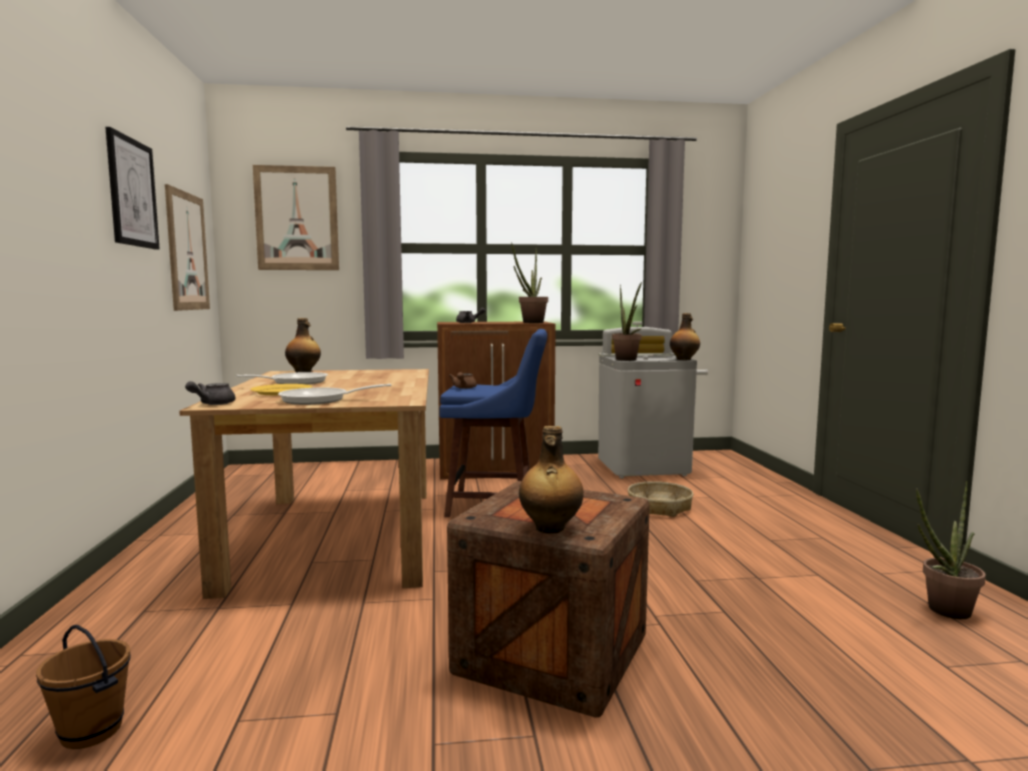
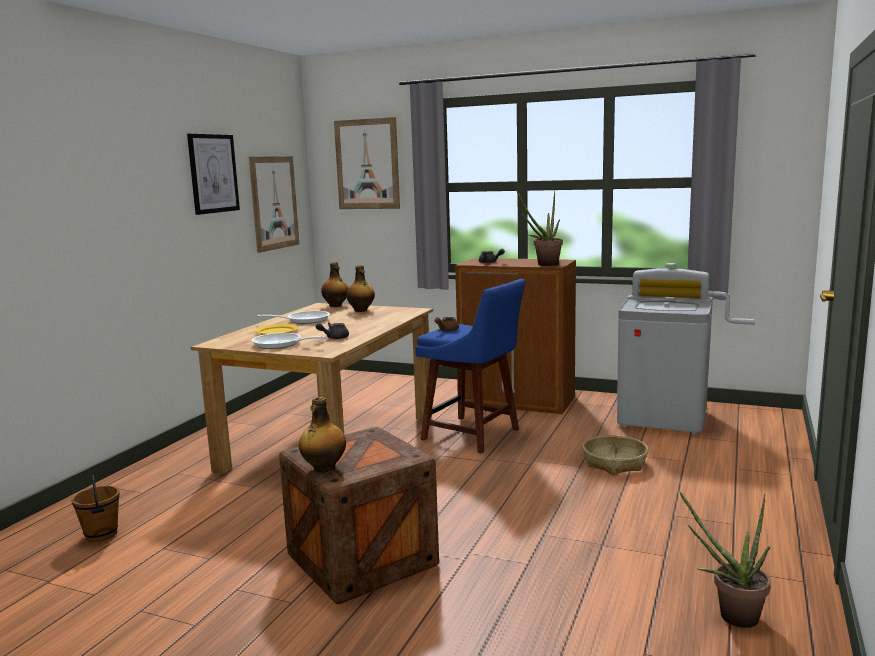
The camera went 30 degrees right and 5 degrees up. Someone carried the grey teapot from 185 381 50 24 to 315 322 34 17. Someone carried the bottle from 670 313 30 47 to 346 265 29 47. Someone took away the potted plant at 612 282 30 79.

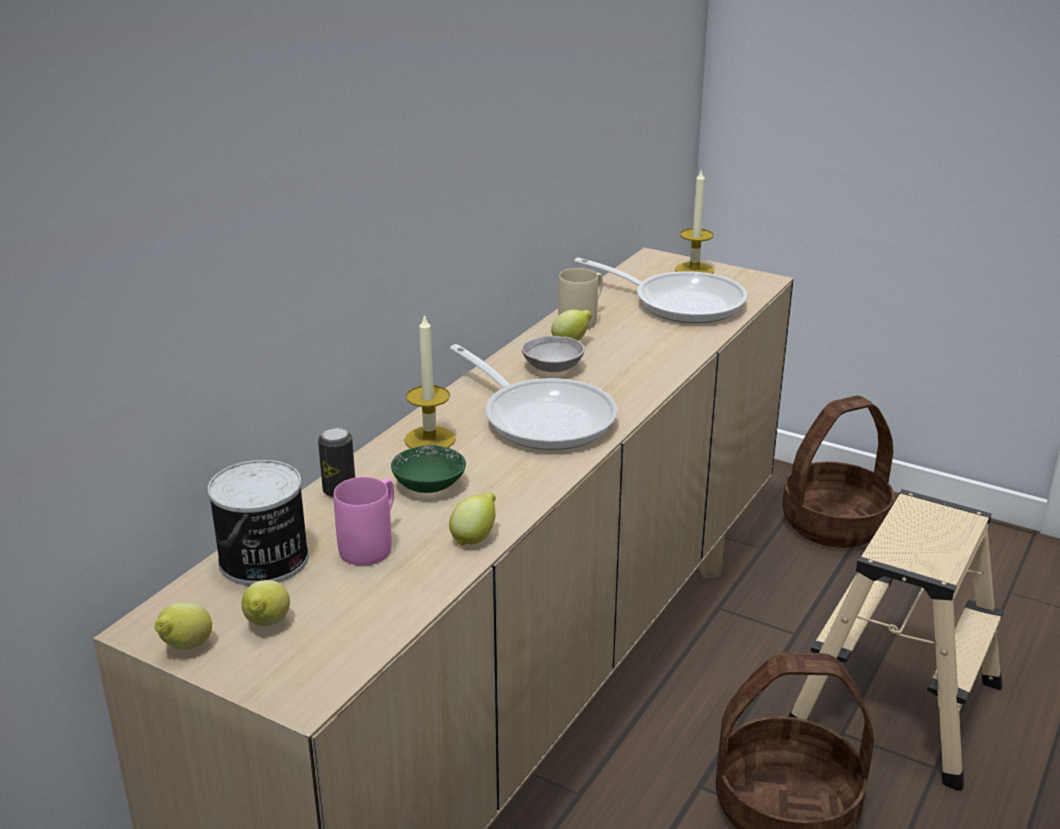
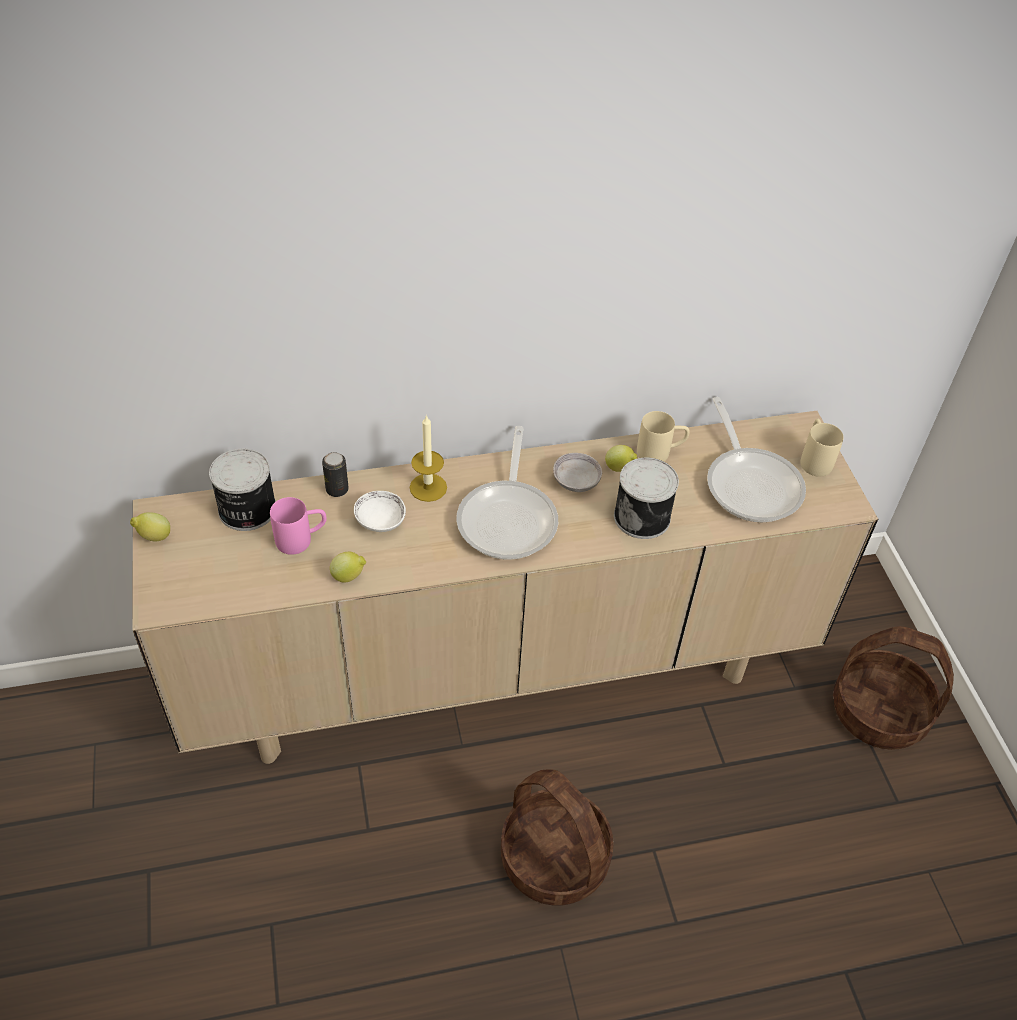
The camera went 45 degrees right and 20 degrees up. Someone repainted the green bowl at 391 445 75 48, which became the white bowl at 354 491 52 41. Someone put down the can at 614 458 65 81. Someone swapped the candle at 675 170 39 104 for the beige mug at 800 419 44 58. Someone took away the lemon at 241 580 49 46. Someone took away the beige step ladder at 788 489 216 302.

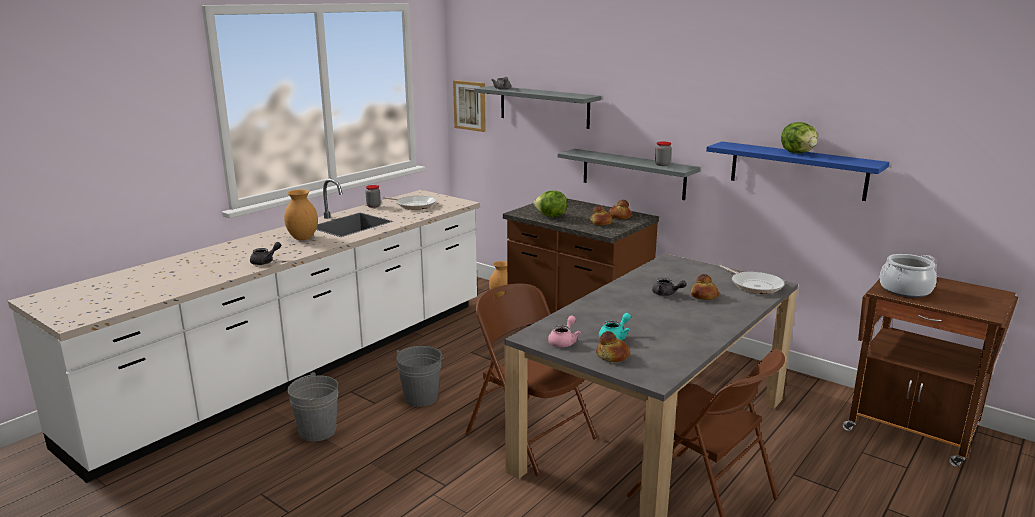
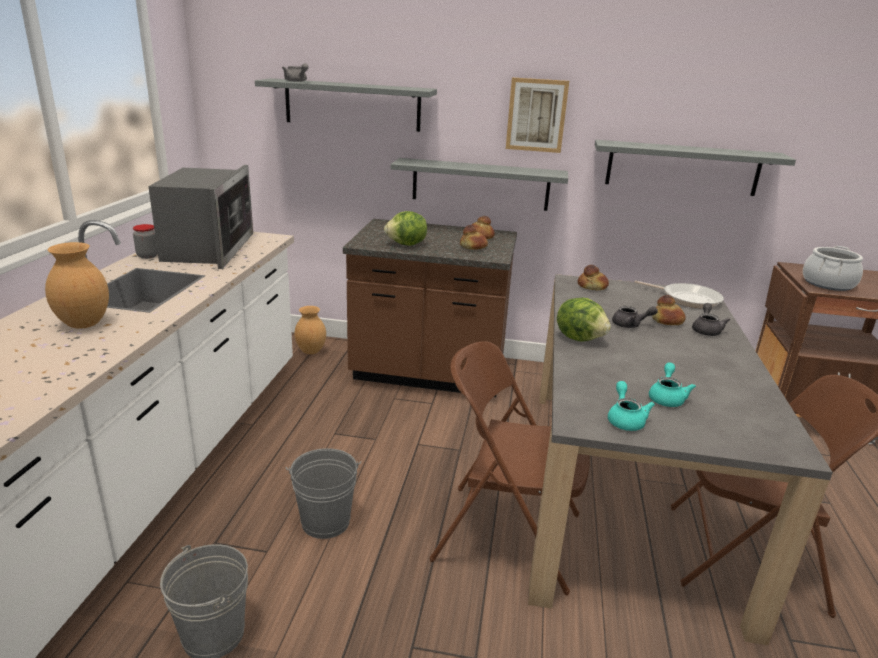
The camera went 30 degrees left and 5 degrees up. Someone swapped the frying pan at 382 196 54 14 for the microwave at 148 165 105 104. Someone carried the picture from 453 80 33 52 to 506 77 63 76. Someone carried the lettuce from 781 122 37 31 to 557 298 54 44. Someone carried the bread from 596 331 34 31 to 578 265 31 25. Someone repainted the blue shelf at 706 141 183 60, which became the grey shelf at 595 140 201 56. Someone repainted the pink teapot at 548 316 33 31, which became the turquoise teapot at 608 381 47 50. Someone carried the grey teapot from 250 242 31 23 to 692 303 38 33. Someone took away the jar at 655 141 17 25.

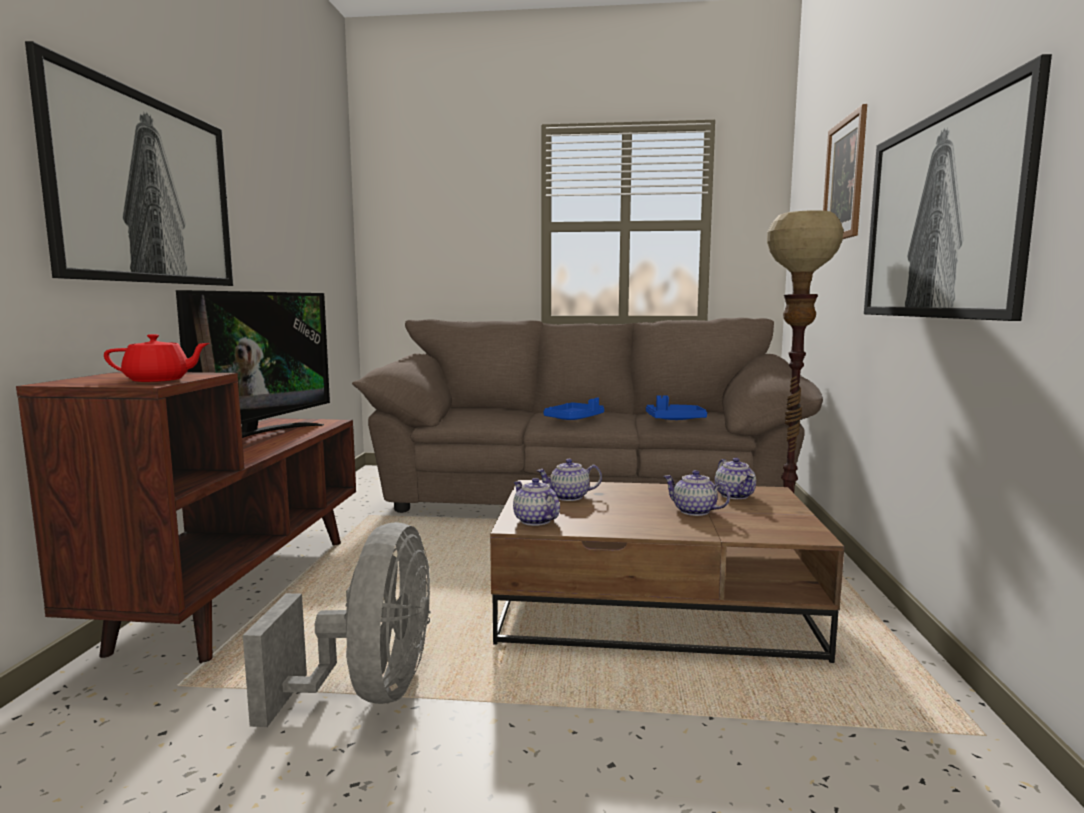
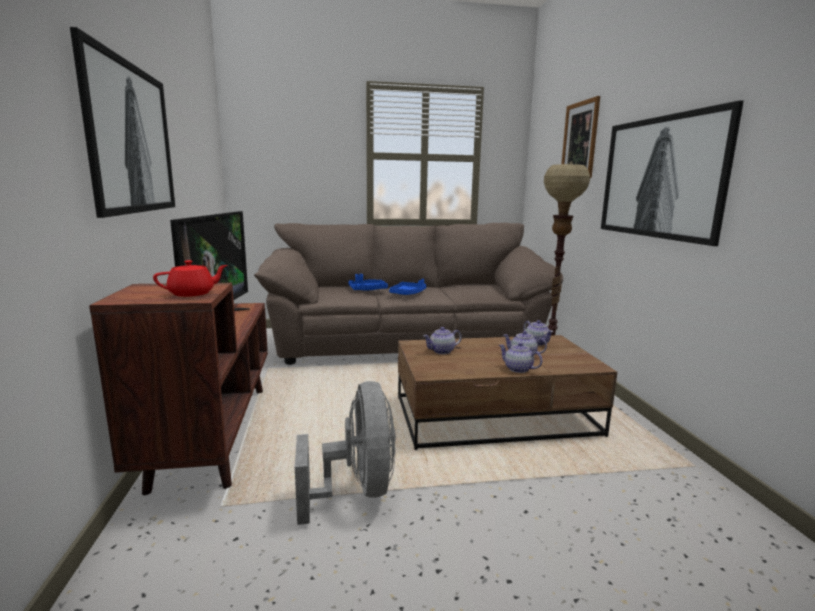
The camera went 15 degrees left and 5 degrees up. Someone carried the blue tray from 646 395 61 25 to 348 274 40 16. Someone carried the teapot from 513 478 47 48 to 499 343 44 30.

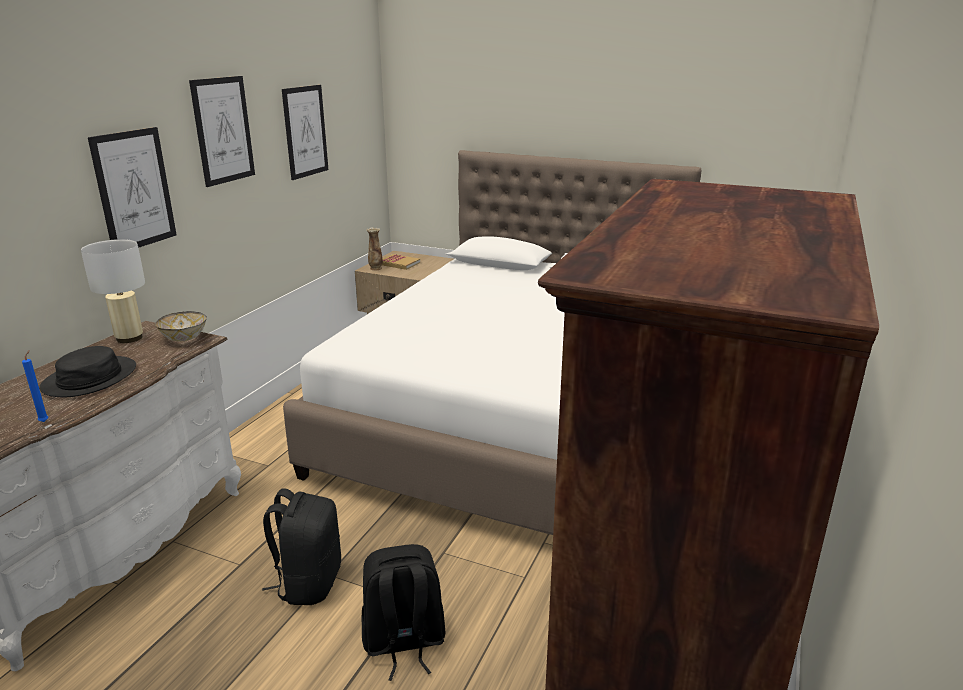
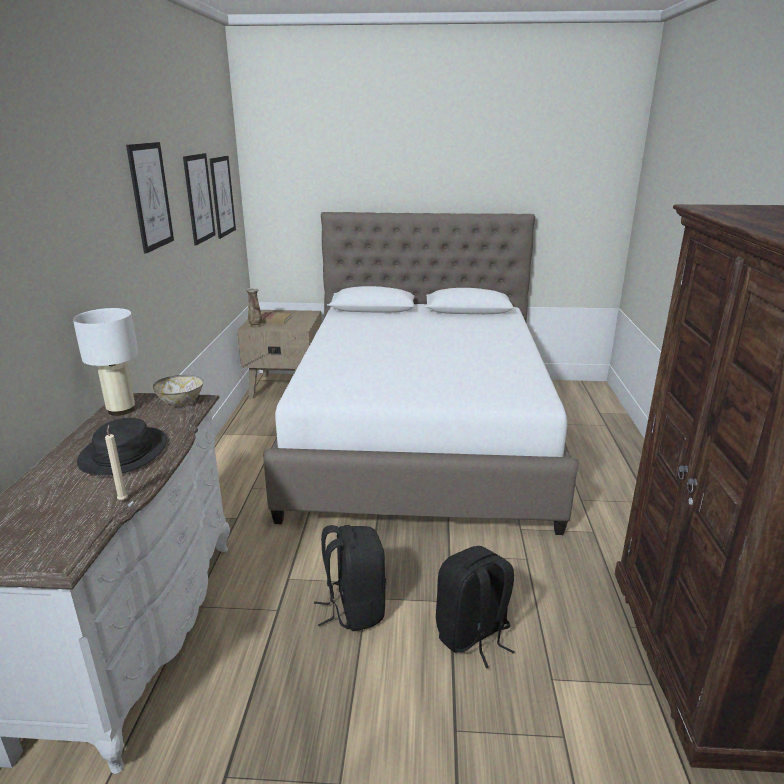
The camera went 20 degrees left and 0 degrees up. Someone repainted the blue candle at 22 350 27 72, which became the beige candle at 105 425 23 76. Someone carried the picture from 88 127 88 121 to 210 156 26 83.

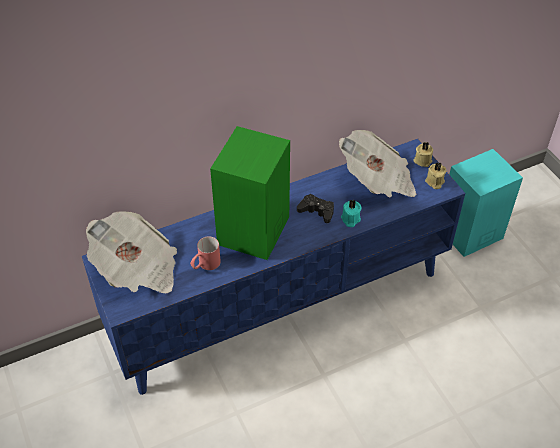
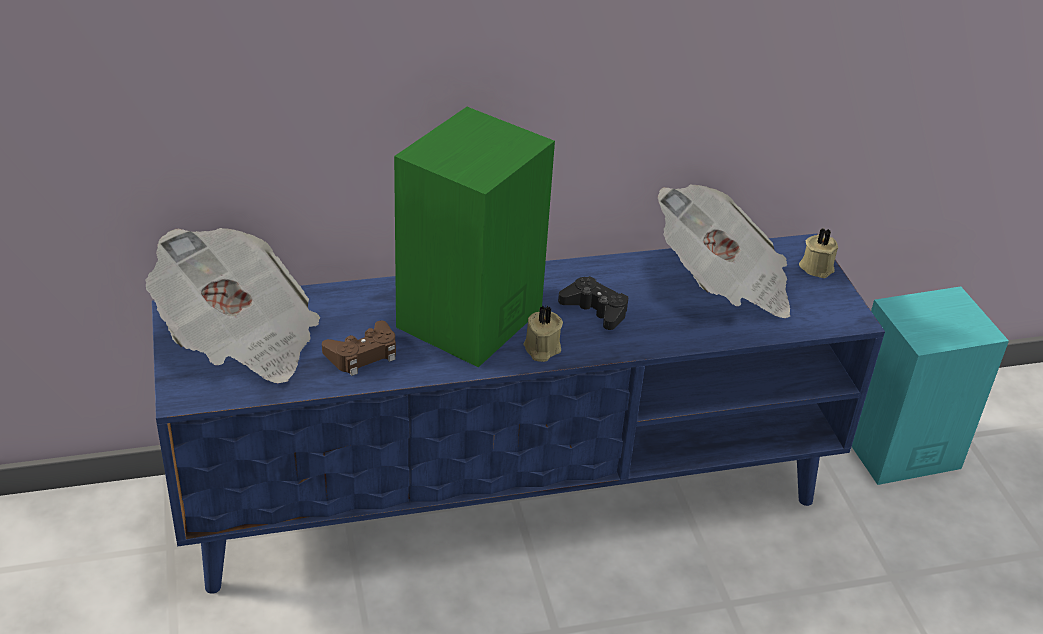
The camera went 10 degrees right and 10 degrees down. Someone swapped the red mug at 190 236 31 34 for the brown game controller at 322 321 74 55. Someone carried the beige candle from 425 162 21 27 to 523 305 40 57. Someone took away the turquoise candle at 341 200 21 27.

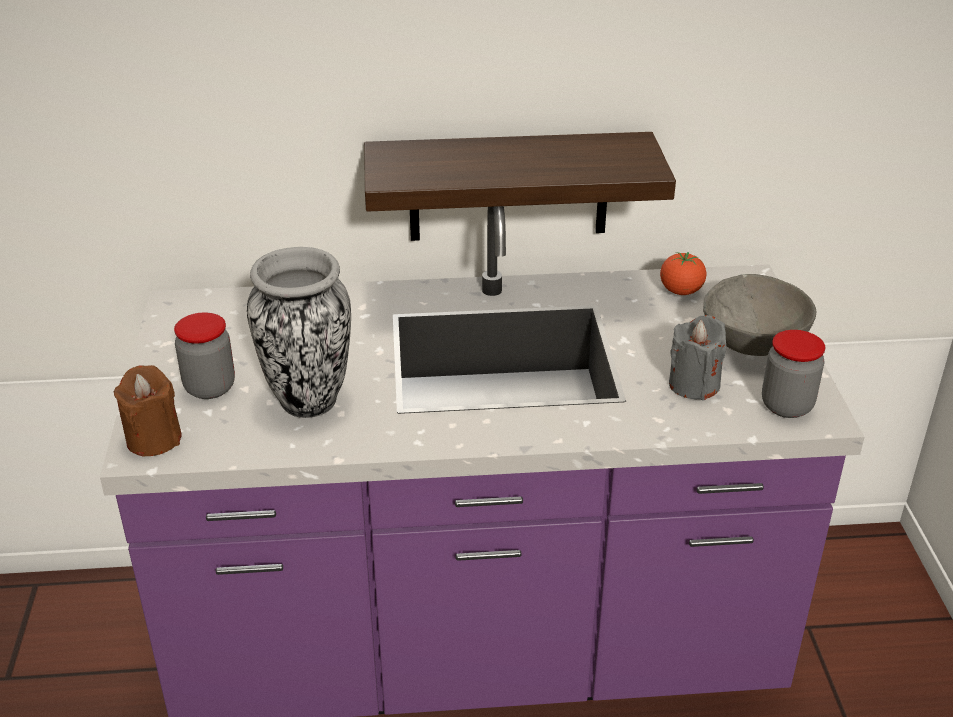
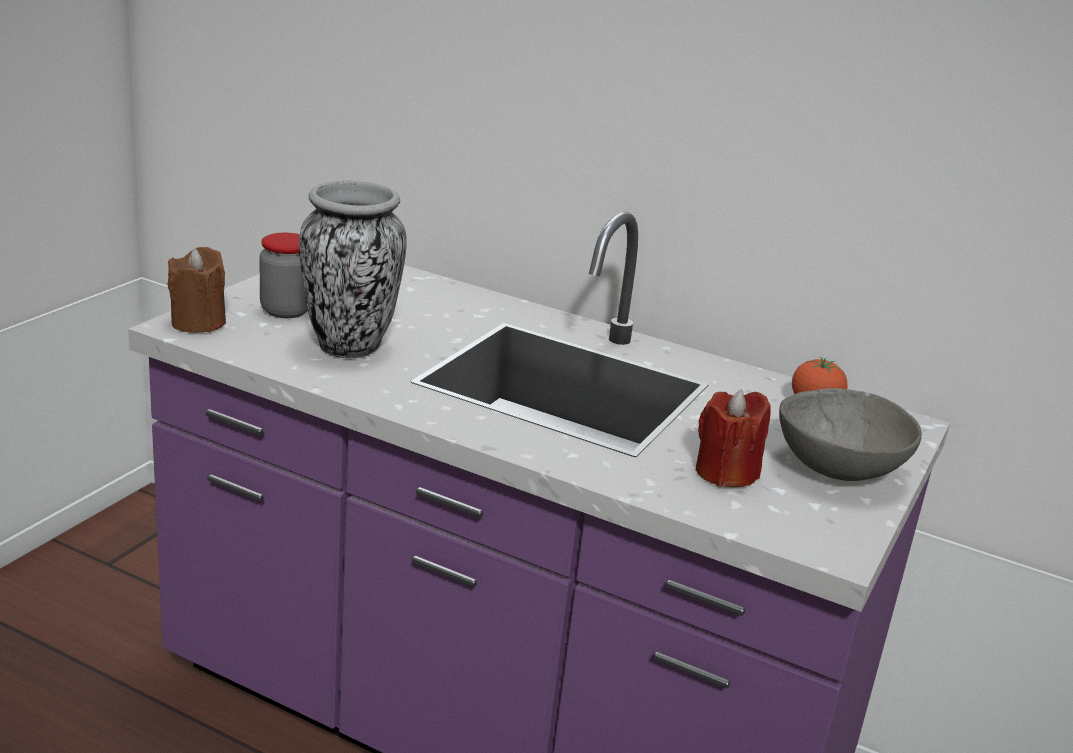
The camera went 30 degrees right and 10 degrees down. Someone repainted the grey candle at 669 315 57 85, which became the red candle at 696 389 75 98. Someone took away the shelf at 364 132 312 109. Someone took away the jar at 762 330 63 88.

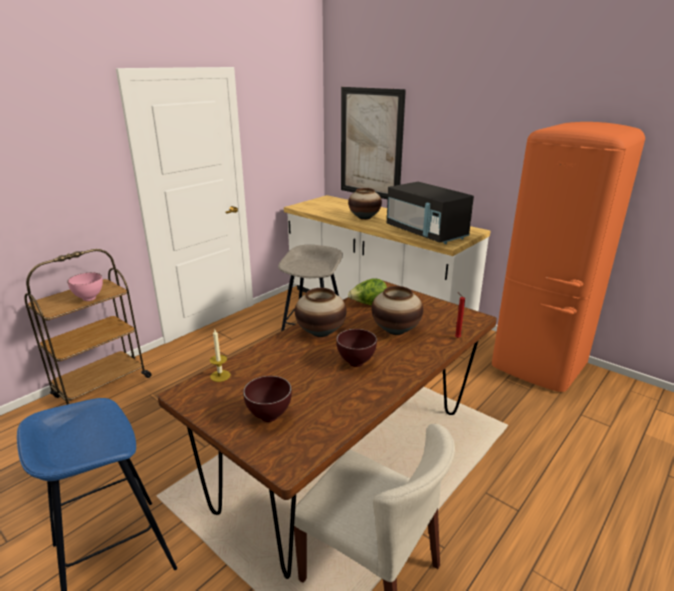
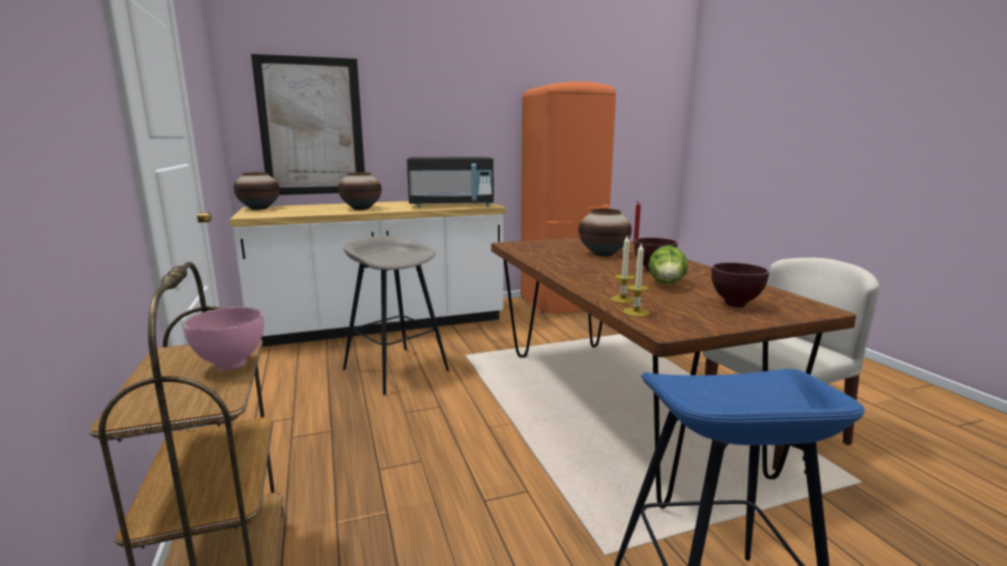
The camera went 60 degrees left and 10 degrees down. Someone carried the vase from 295 288 52 49 to 234 172 46 38. Someone put down the candle at 611 236 24 67. Someone carried the lettuce from 348 278 39 27 to 648 245 40 39.

